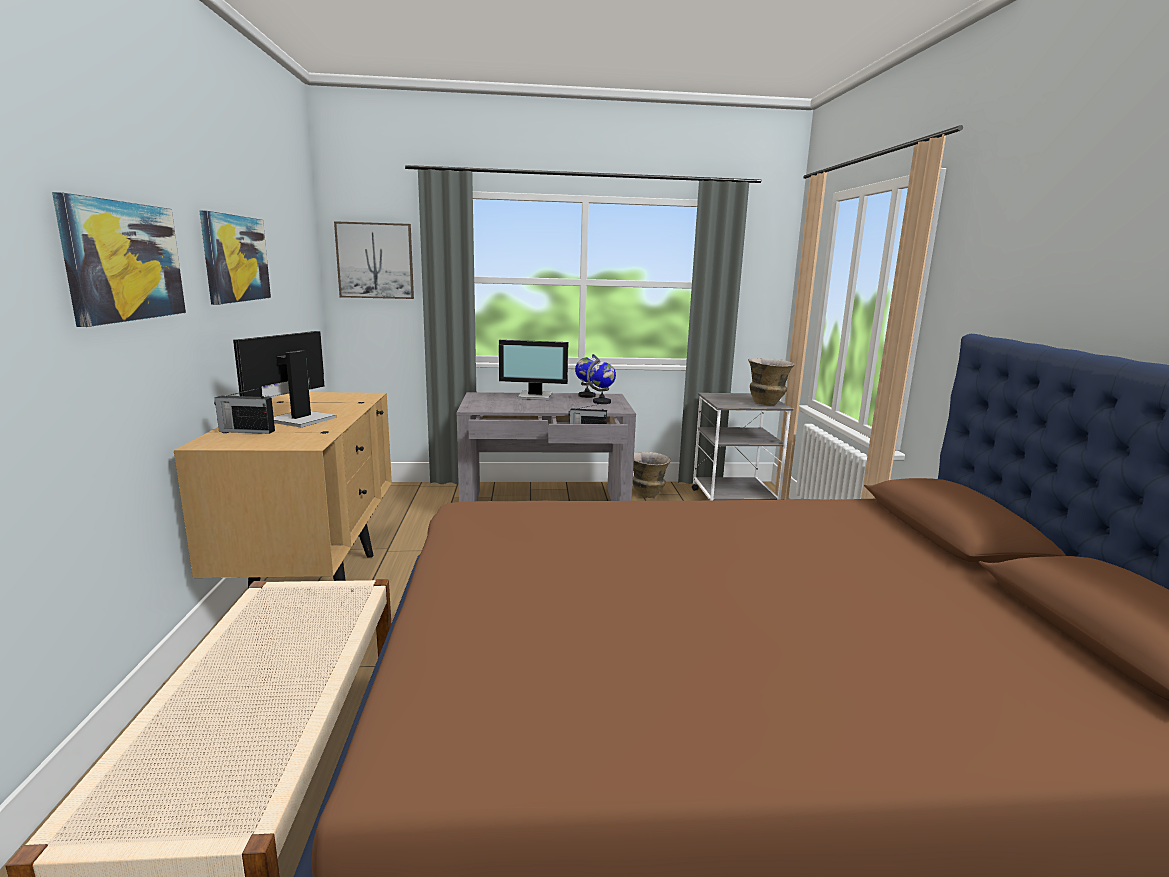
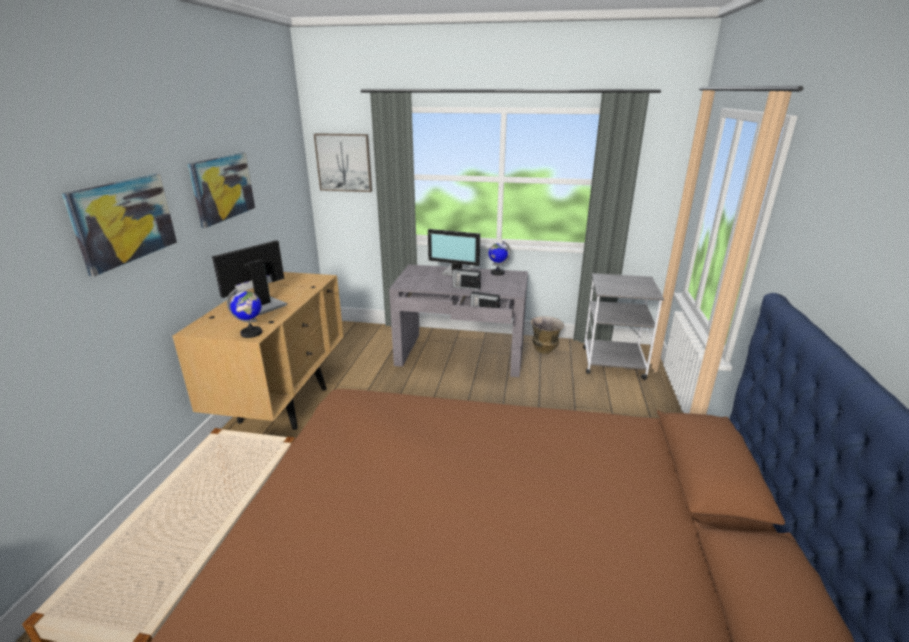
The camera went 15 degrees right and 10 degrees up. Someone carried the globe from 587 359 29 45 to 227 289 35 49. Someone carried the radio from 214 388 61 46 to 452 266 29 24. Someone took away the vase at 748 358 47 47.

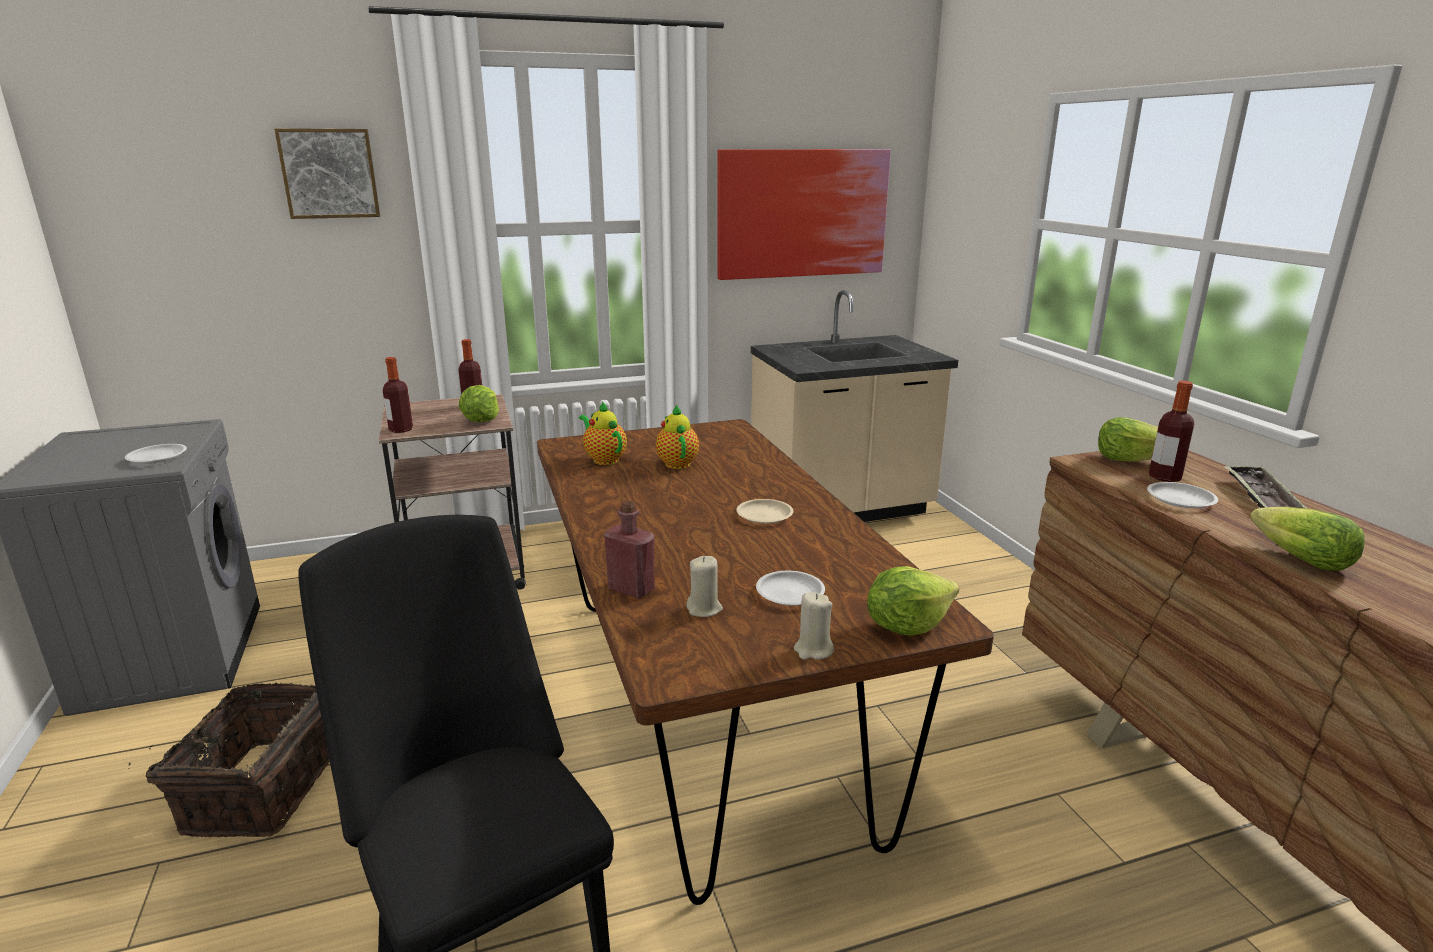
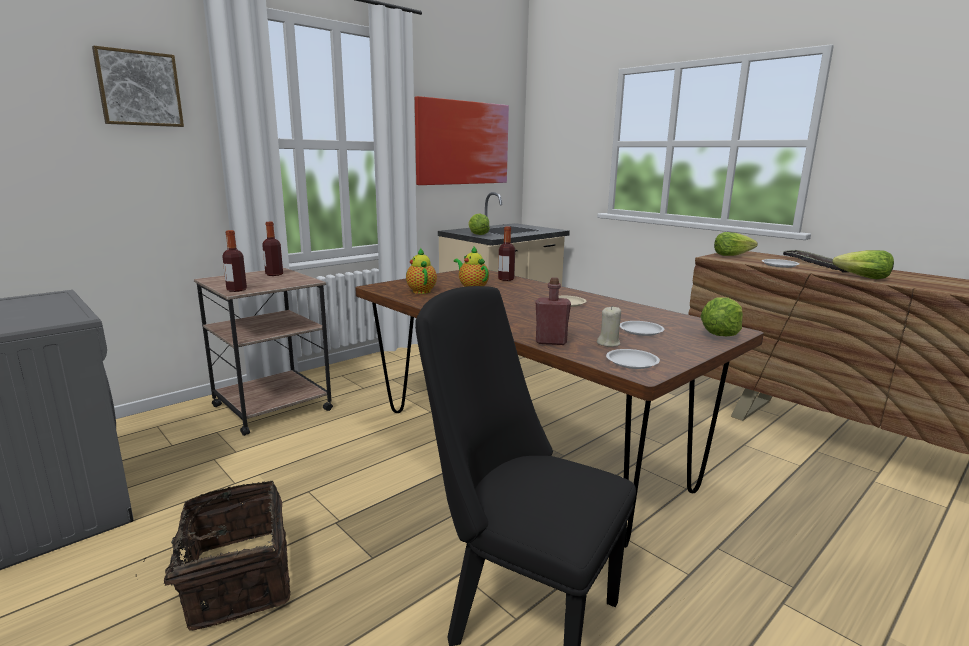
The camera went 25 degrees left and 5 degrees down. Someone rotated the teapot at 579 401 48 64 by 45 degrees clockwise. Someone carried the lettuce from 459 385 40 38 to 468 214 22 21. Someone carried the bottle from 1149 381 45 101 to 498 227 17 54. Someone carried the white plate from 125 444 62 20 to 606 349 54 20. Someone took away the beige candle at 794 592 40 67.

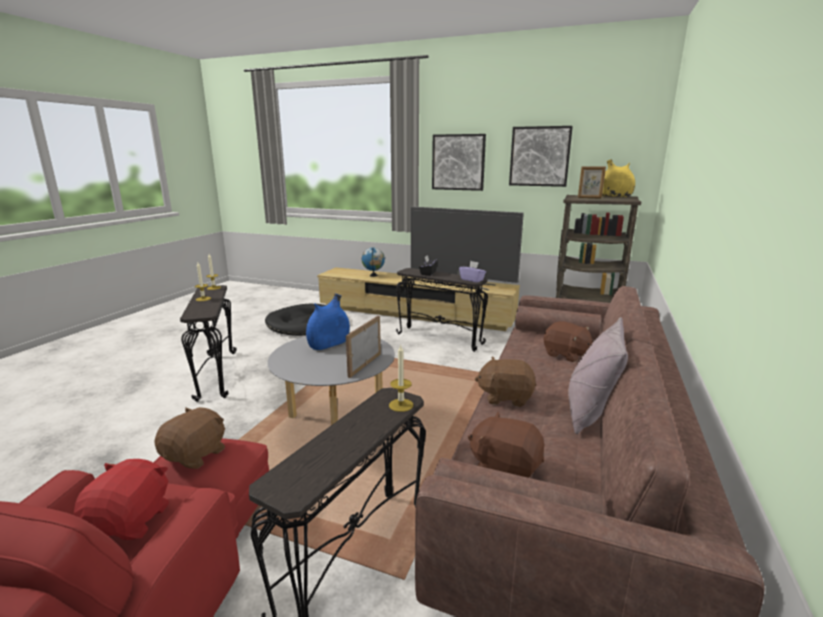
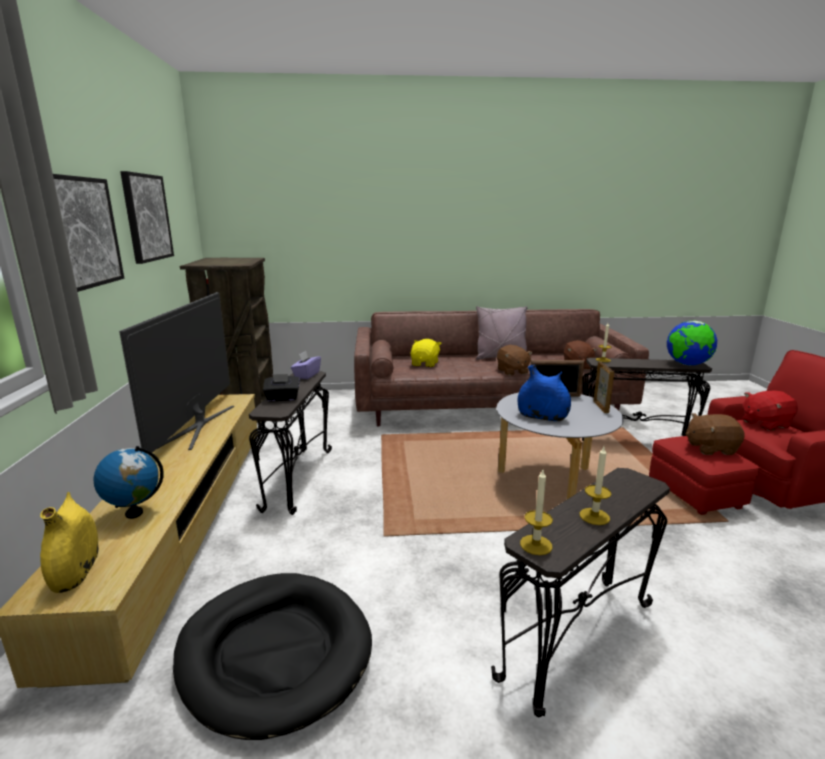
The camera went 115 degrees left and 0 degrees up. Someone carried the yellow vase from 602 159 33 38 to 40 492 58 101. Someone repainted the brown plush toy at 544 321 49 41, which became the yellow plush toy at 411 339 30 28. Someone carried the picture frame from 578 166 28 33 to 593 362 21 51. Someone put down the globe at 667 320 50 45.

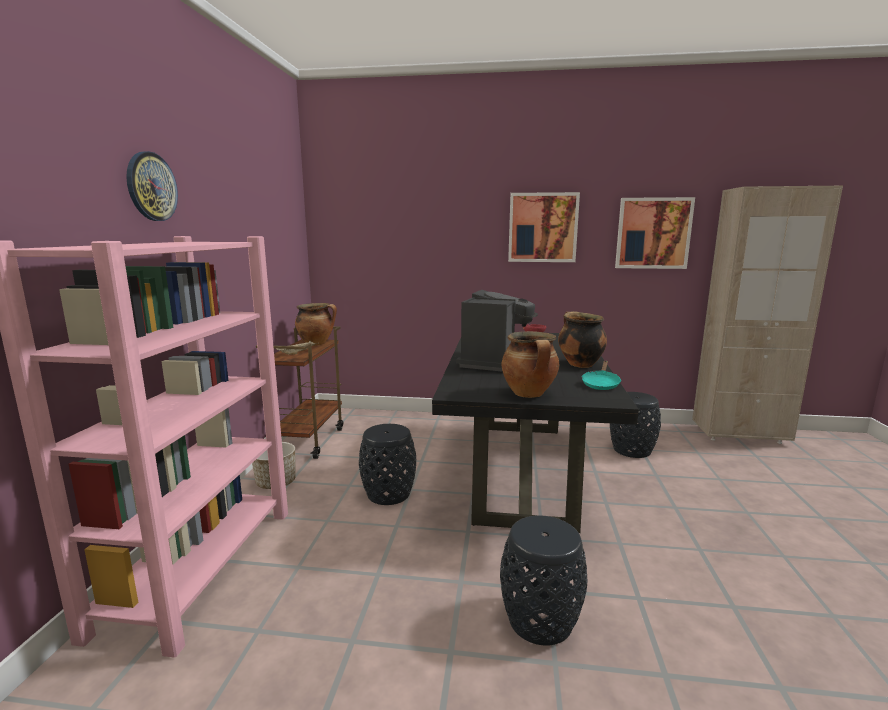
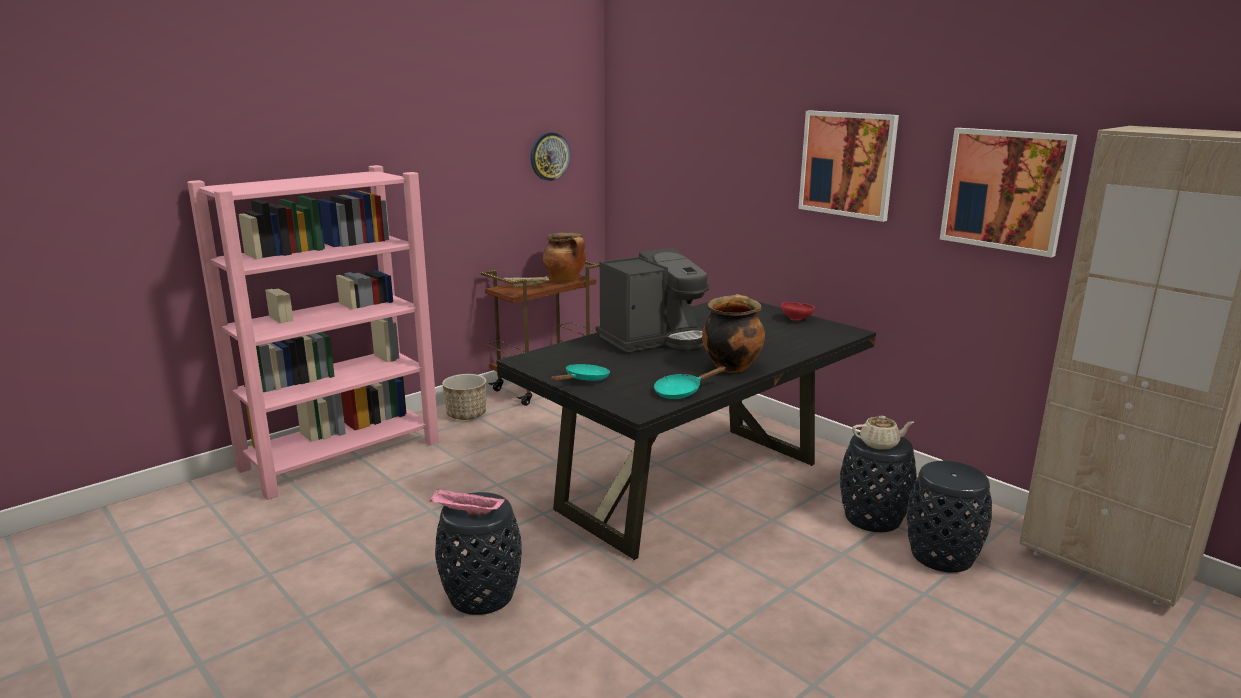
The camera went 40 degrees right and 5 degrees up. Someone put down the pink tray at 429 488 76 27. Someone carried the wall clock from 126 151 52 70 to 530 132 40 49. Someone swapped the cooking pot at 502 331 57 67 for the turquoise frying pan at 551 364 59 17. Someone put down the beige teapot at 852 416 62 34. Someone carried the black stool from 359 424 57 81 to 907 461 85 112.

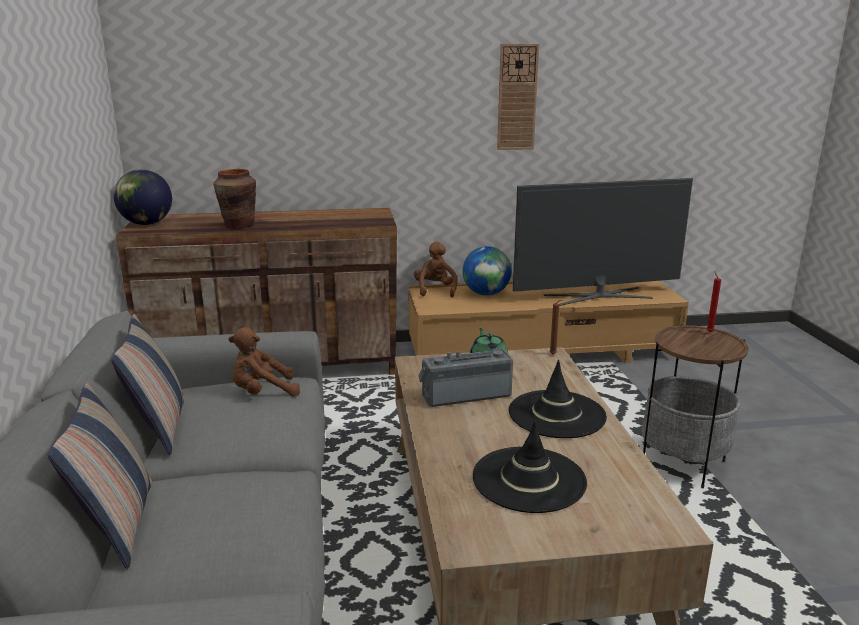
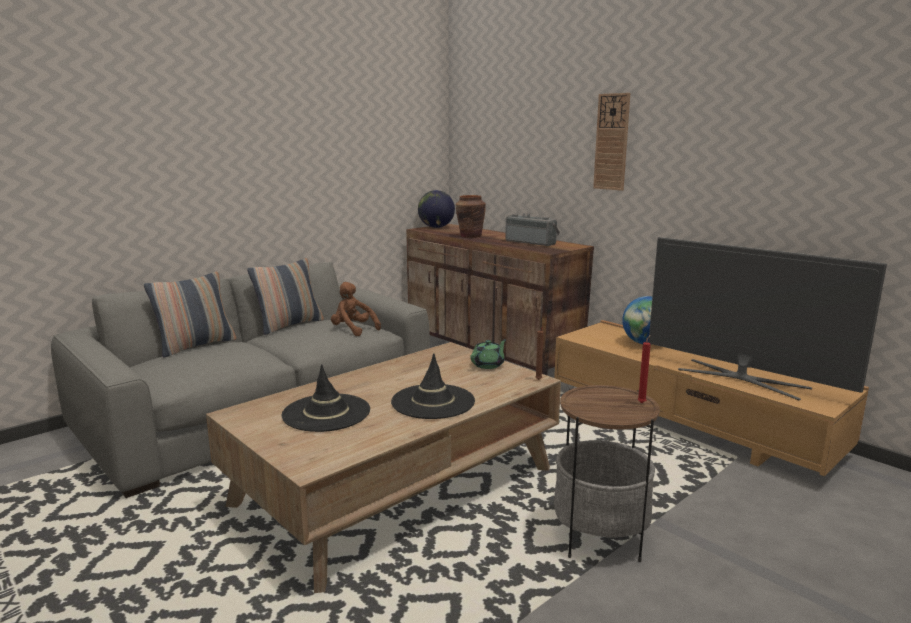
The camera went 55 degrees right and 5 degrees down. Someone carried the radio from 419 349 94 58 to 505 213 55 33. Someone carried the wall clock from 497 44 42 106 to 593 93 37 98. Someone took away the brown plush toy at 414 242 44 55.

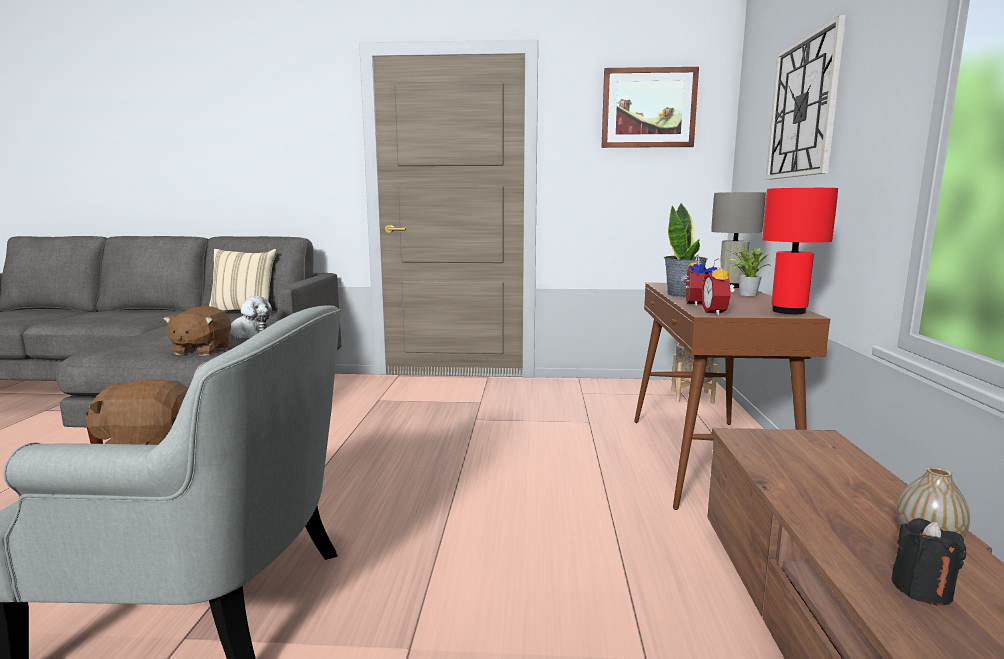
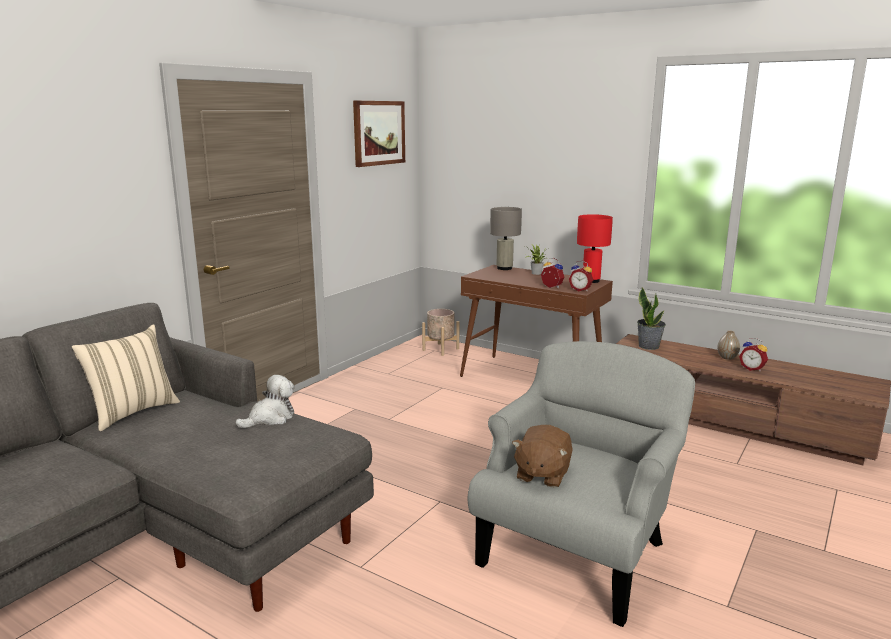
The camera went 60 degrees left and 5 degrees up. Someone carried the potted plant from 664 203 43 94 to 637 287 29 63. Someone swapped the black candle at 891 518 75 87 for the alarm clock at 739 338 29 34. Someone took away the brown plush toy at 163 306 68 50. Someone took away the wall clock at 766 15 80 165.

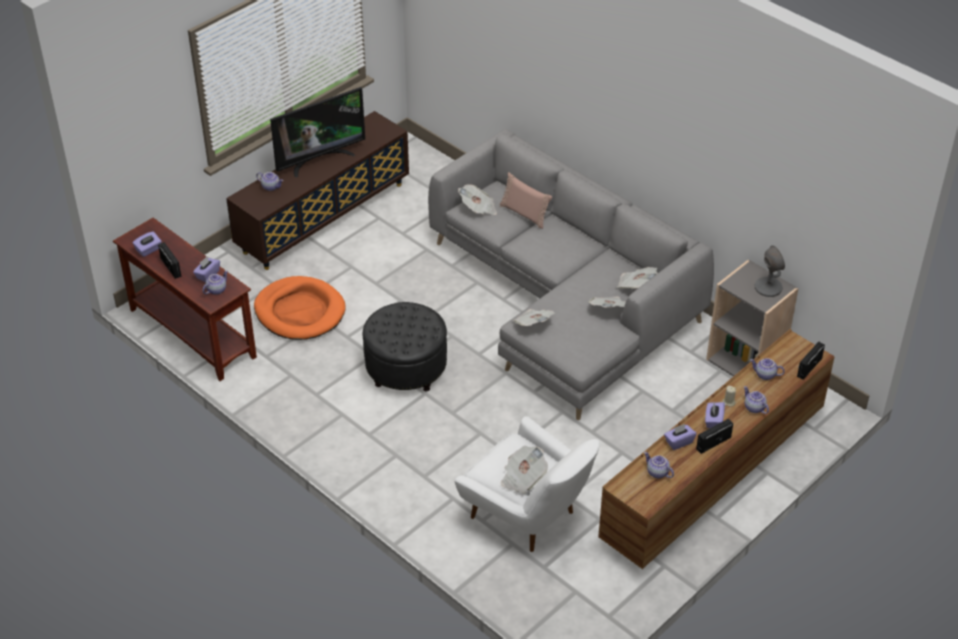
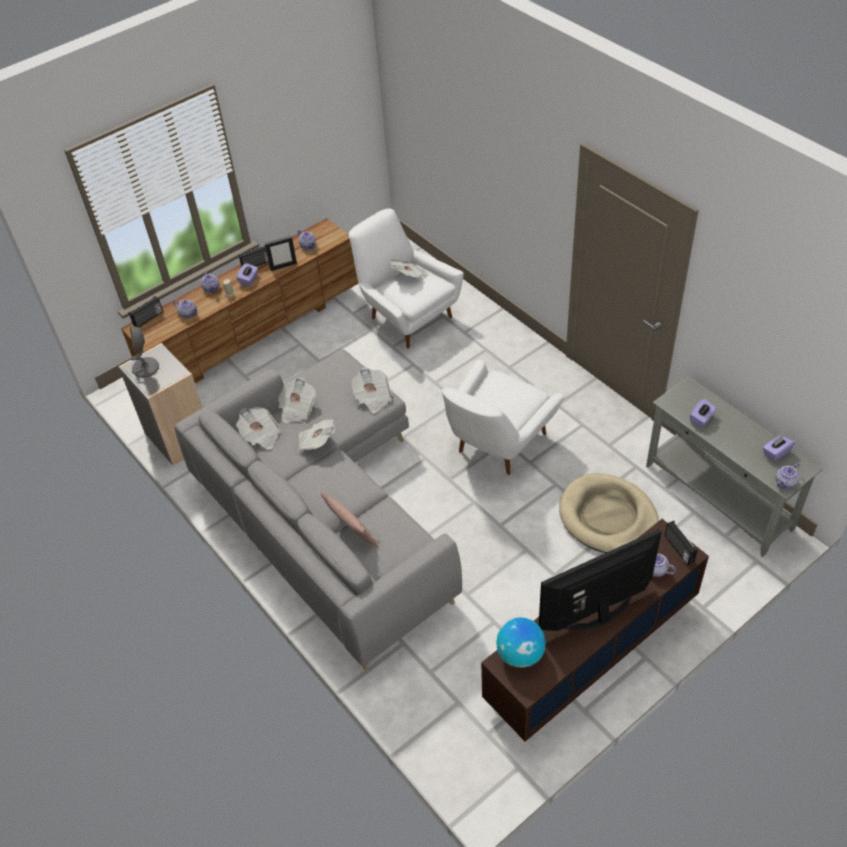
The camera went 170 degrees left and 5 degrees up. Someone swapped the purple tissue box at 664 424 32 26 for the picture frame at 265 236 32 35. Someone carried the newspaper from 458 185 39 30 to 298 420 37 31. Someone swapped the black ottoman at 363 302 84 89 for the white armchair at 442 359 122 116. Someone put down the globe at 496 617 50 51. Someone repainted the orange dog bed at 254 276 91 64, which became the beige dog bed at 559 473 100 80. Someone repainted the brown console table at 113 218 144 163, which became the grey console table at 646 376 176 181. Someone carried the radio from 158 242 23 37 to 665 521 33 44. Someone carried the teapot from 203 270 25 25 to 776 463 24 26.

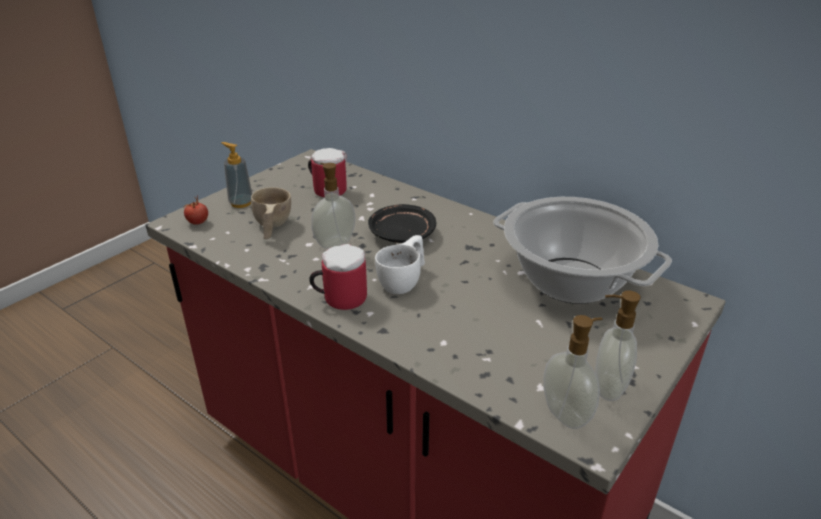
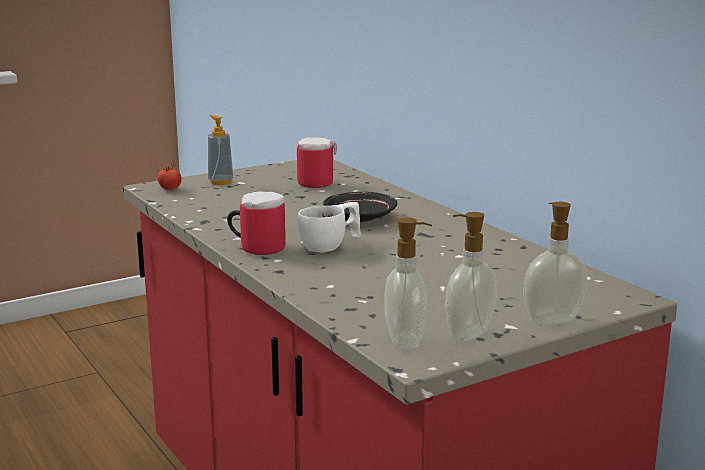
The camera went 20 degrees right and 15 degrees down. Someone carried the soap dispenser from 311 163 44 86 to 523 202 64 123. Someone took away the beige cup at 251 187 40 52. Someone took away the cooking pot at 493 197 179 107.

